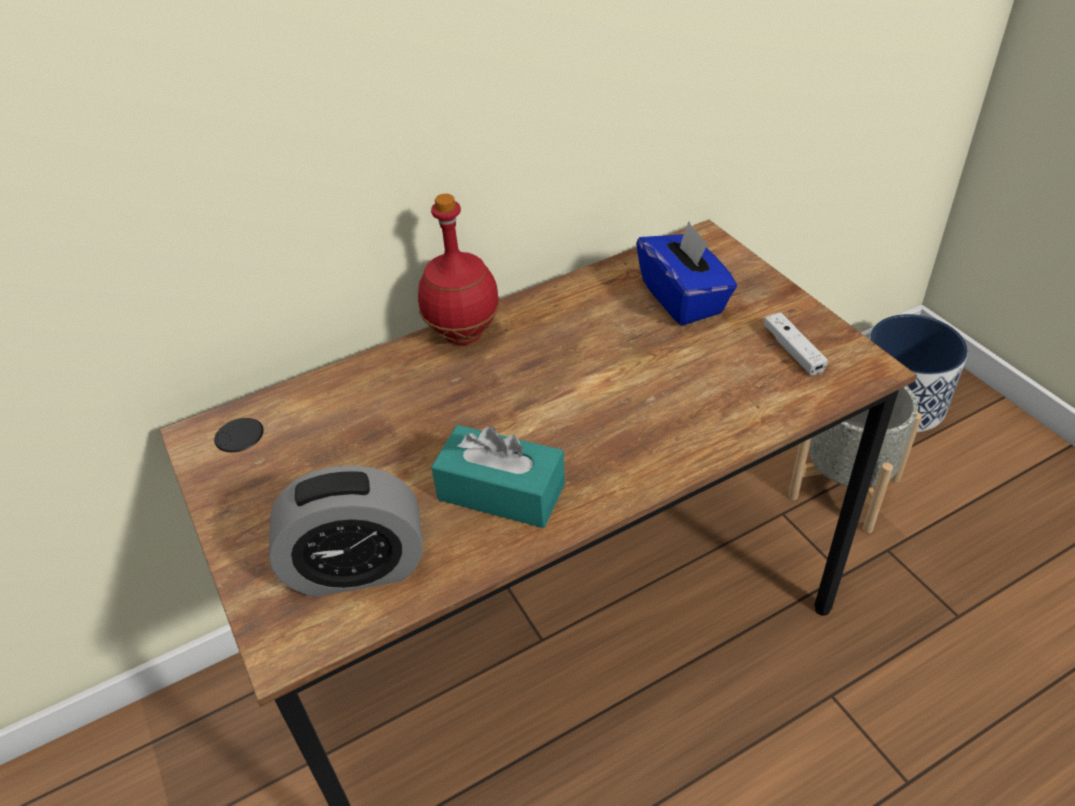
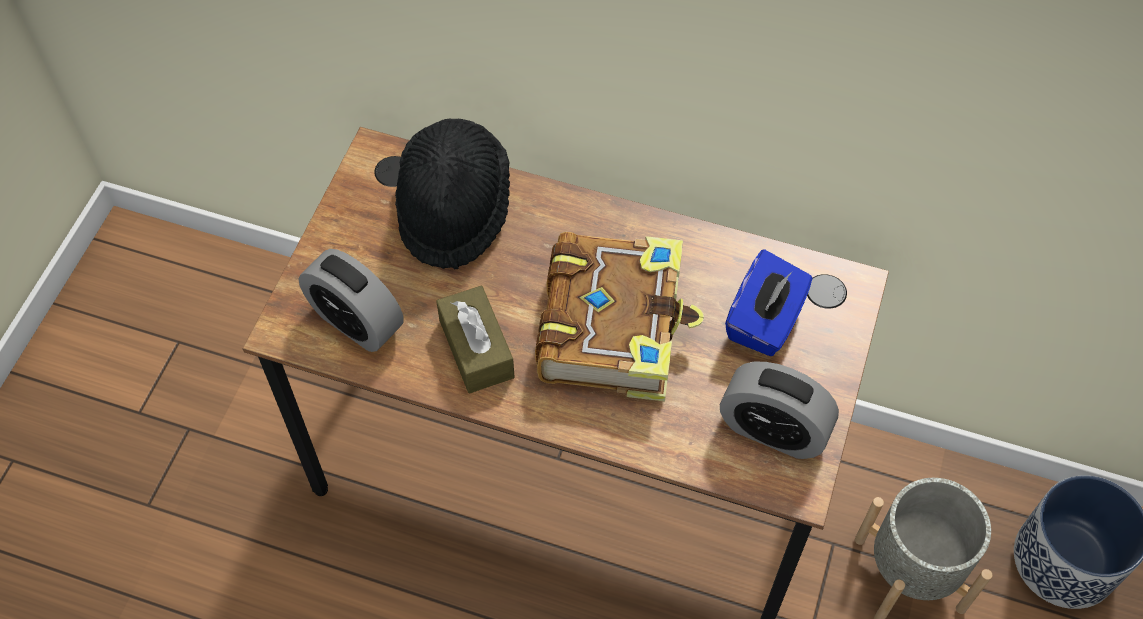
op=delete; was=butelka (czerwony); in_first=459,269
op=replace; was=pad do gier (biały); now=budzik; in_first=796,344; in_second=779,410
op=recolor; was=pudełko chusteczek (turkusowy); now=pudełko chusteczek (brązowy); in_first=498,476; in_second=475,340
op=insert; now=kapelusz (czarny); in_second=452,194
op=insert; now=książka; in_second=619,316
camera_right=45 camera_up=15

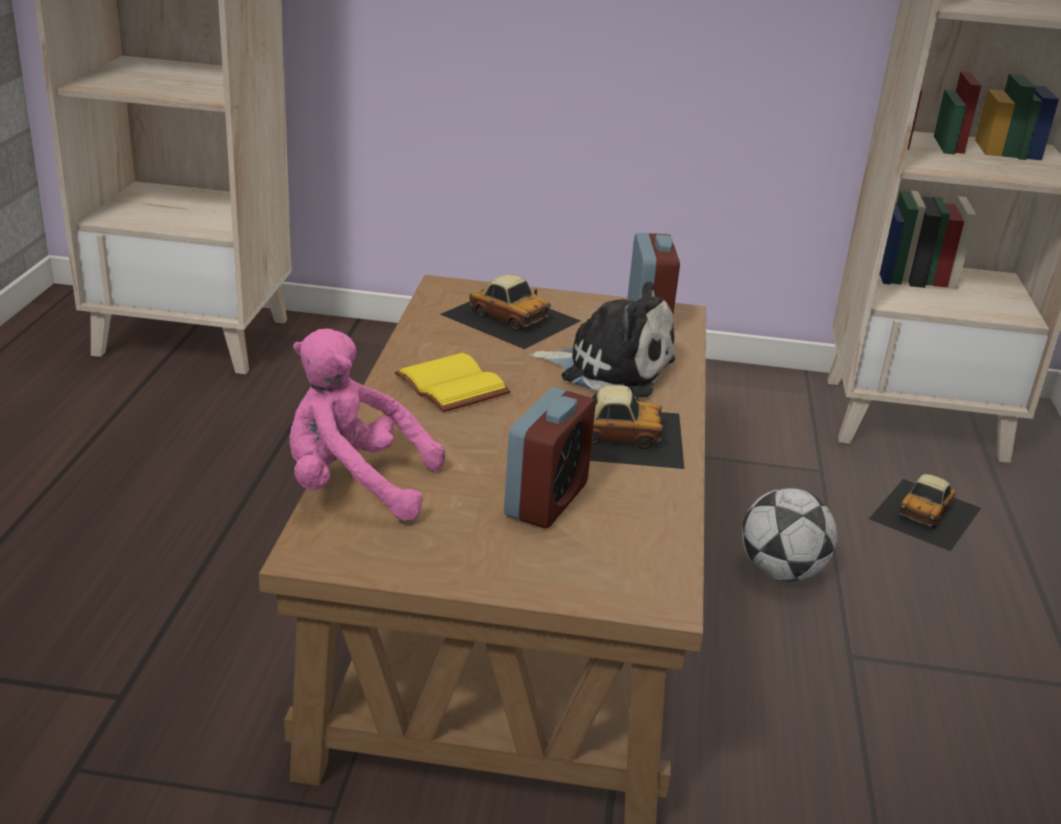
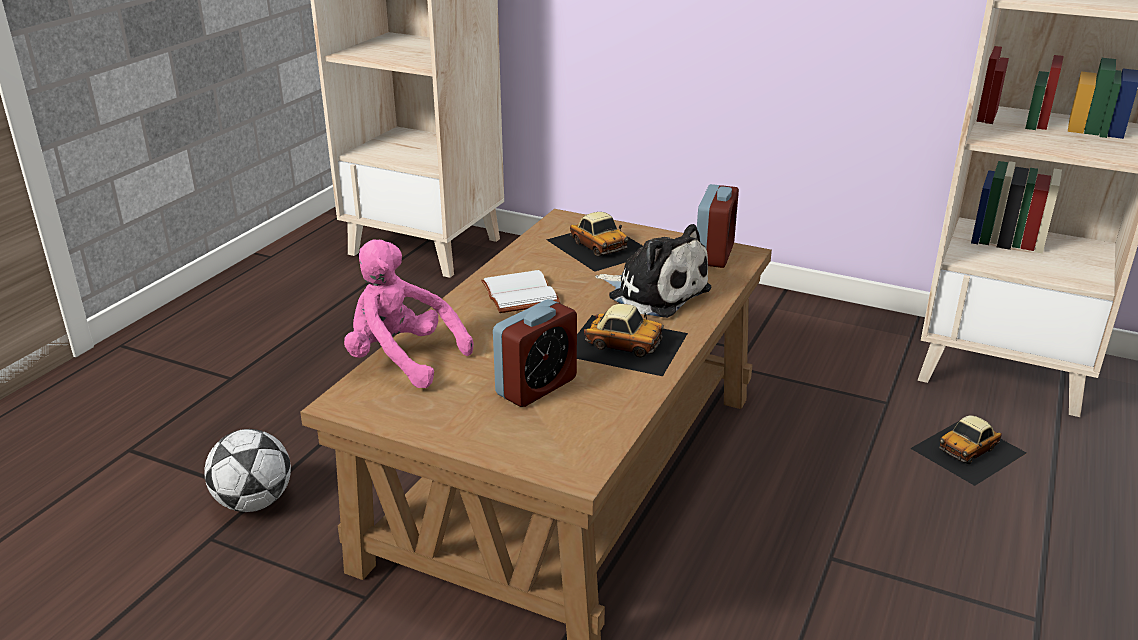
op=recolor; was=książka (żółty); now=książka (biały); in_first=452,382; in_second=521,291
op=move; was=piłka futbolowa; in_first=789,534; in_second=247,470
camera_right=20 camera_up=0

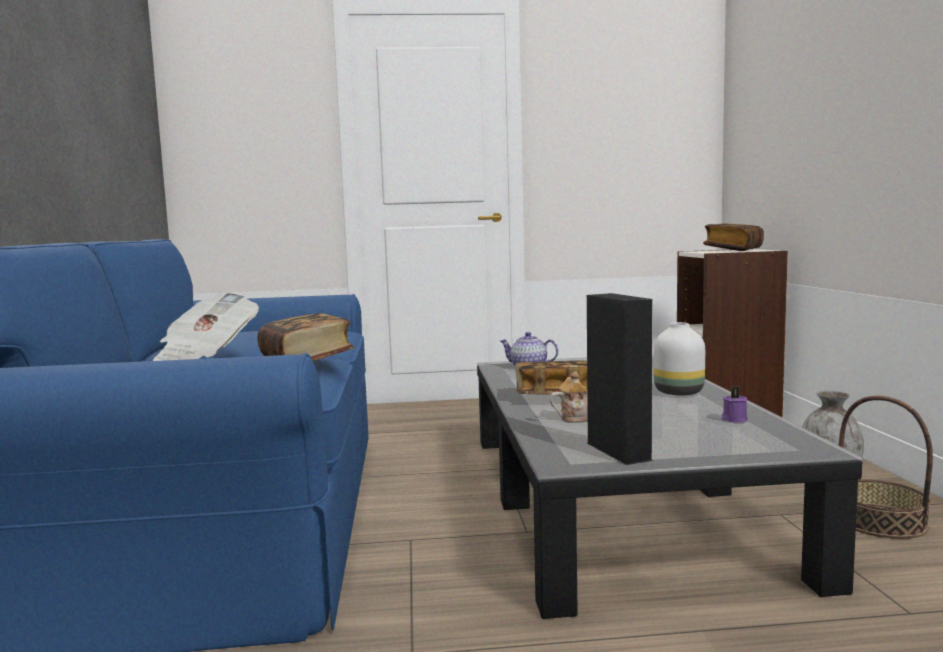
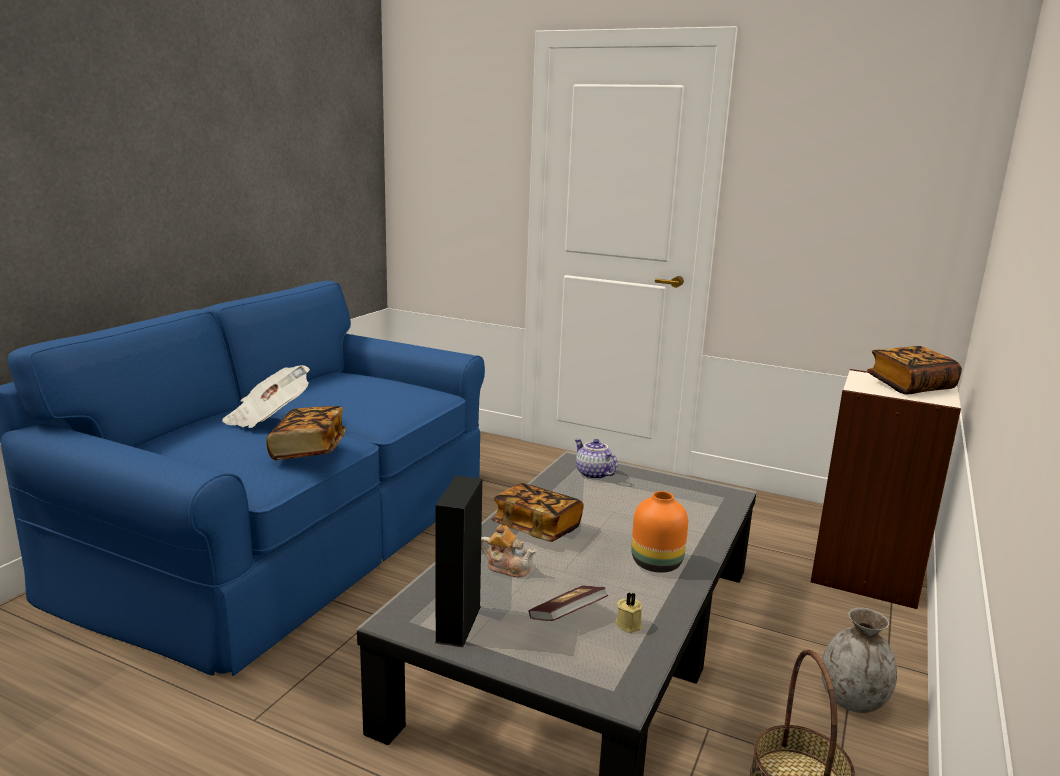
op=recolor; was=wazon (biały); now=wazon (pomarańczowy); in_first=679,358; in_second=659,532
op=recolor; was=świeca (fioletowy); now=świeca (beżowy); in_first=734,404; in_second=629,612
op=insert; now=książka; in_second=568,603
camera_right=30 camera_up=10

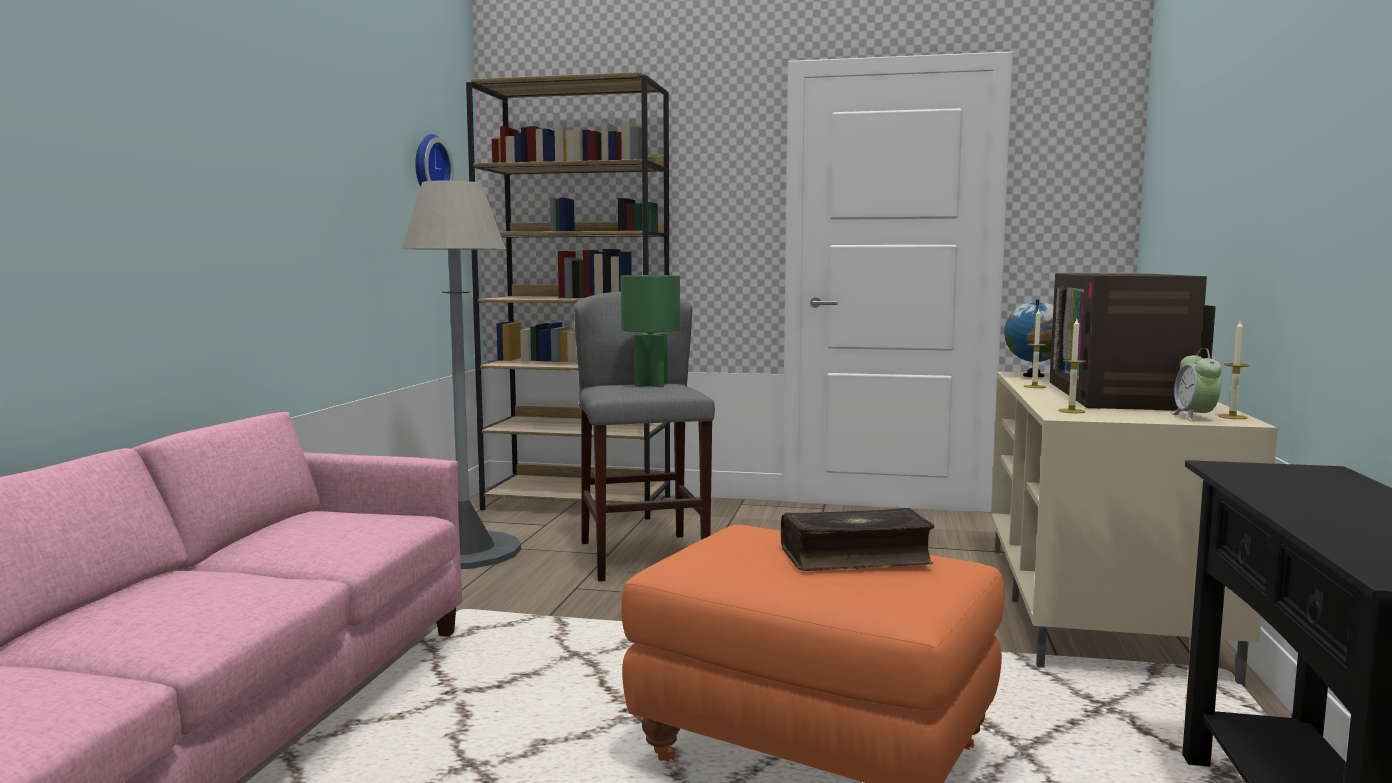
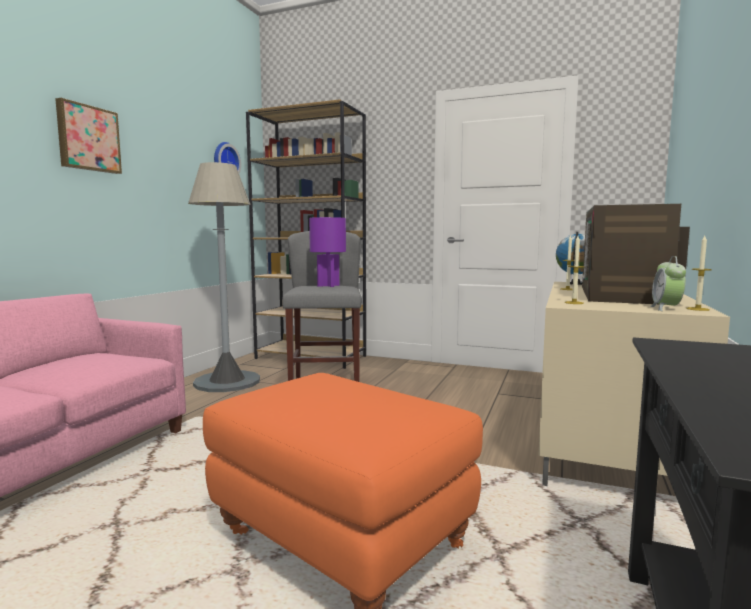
op=recolor; was=lampa stołowa (zielony); now=lampa stołowa (fioletowy); in_first=650,331; in_second=327,252
op=delete; was=książka; in_first=858,539
op=insert; now=obraz; in_second=88,136
camera_right=10 camera_up=0

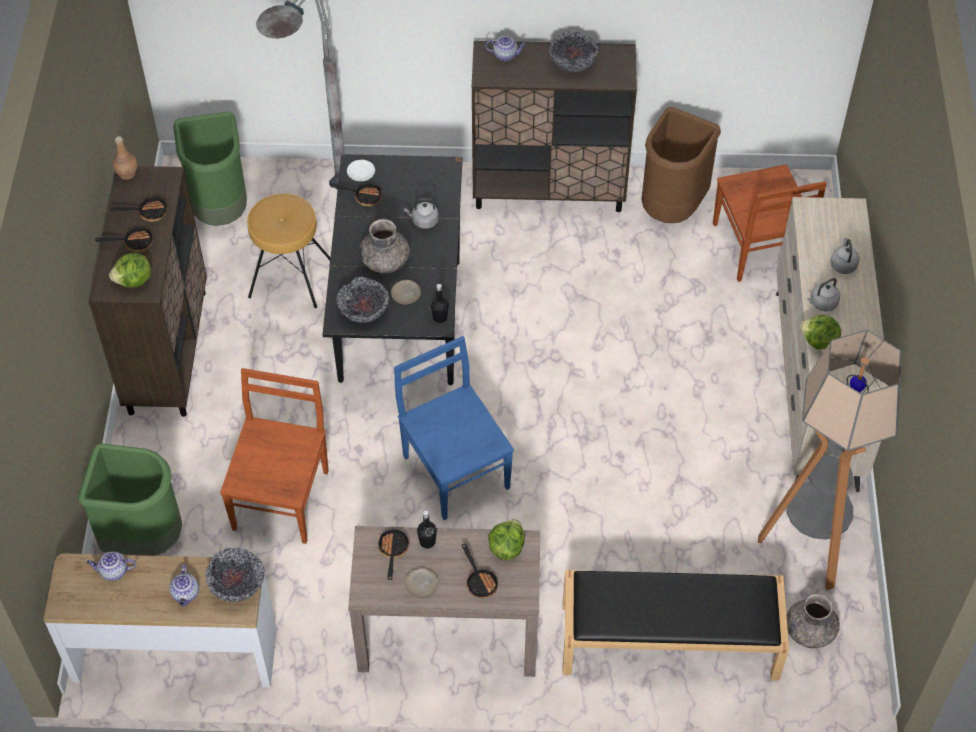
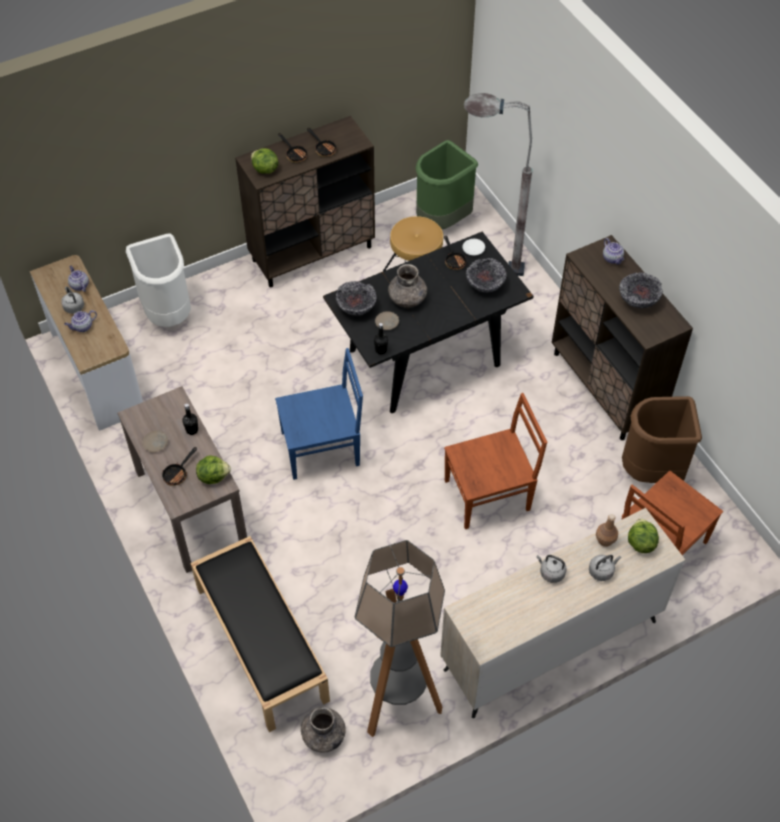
op=move; was=butelka (brązowy); in_first=125,158; in_second=607,530
op=move; was=czajnik (szary); in_first=421,213; in_second=72,300
op=move; was=sałata; in_first=820,332; in_second=643,536
op=rotate; was=krzesło (niebieski); in_first=454,428; in_second=319,414; clockwise=45
op=move; was=krzesło (brązowy); in_first=274,456; in_second=495,461
op=recolor; was=kosz na śmieci (zielony); now=kosz na śmieci (biały); in_first=130,500; in_second=158,280
op=delete; was=patelnia; in_first=393,554
op=move; was=miska; in_first=234,575; in_second=486,275
camera_right=60 camera_up=0

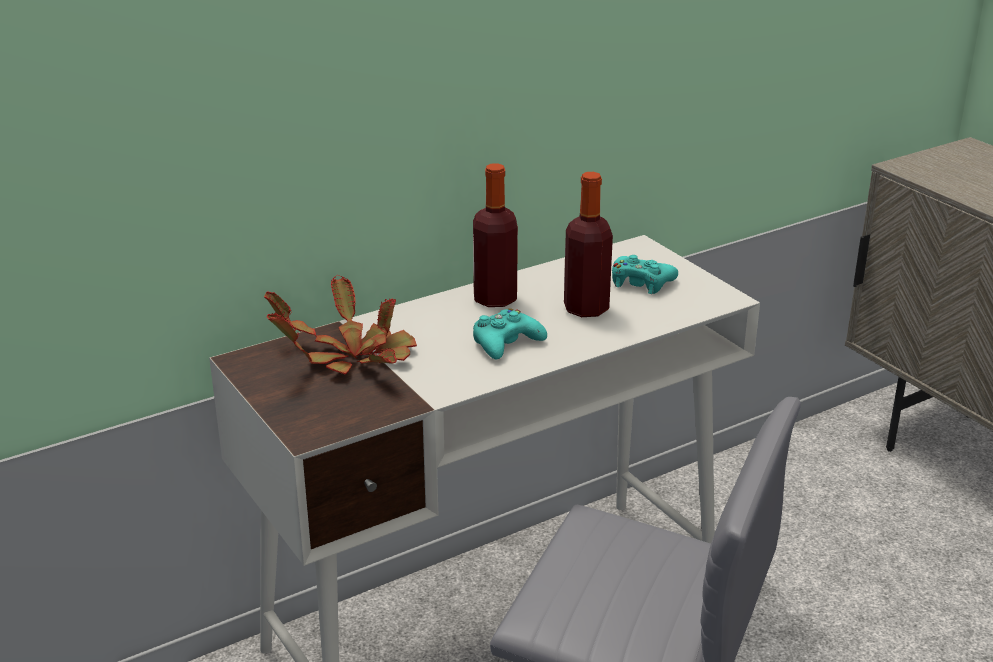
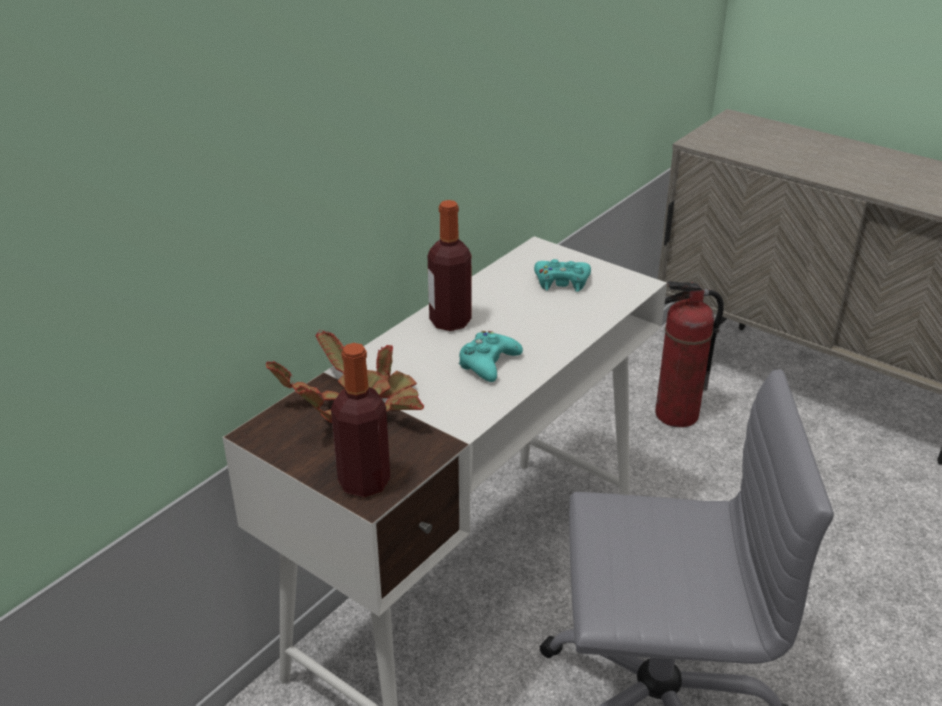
op=move; was=butelka; in_first=588,244; in_second=360,420
op=insert; now=gaśnica; in_second=689,354
camera_right=-20 camera_up=5

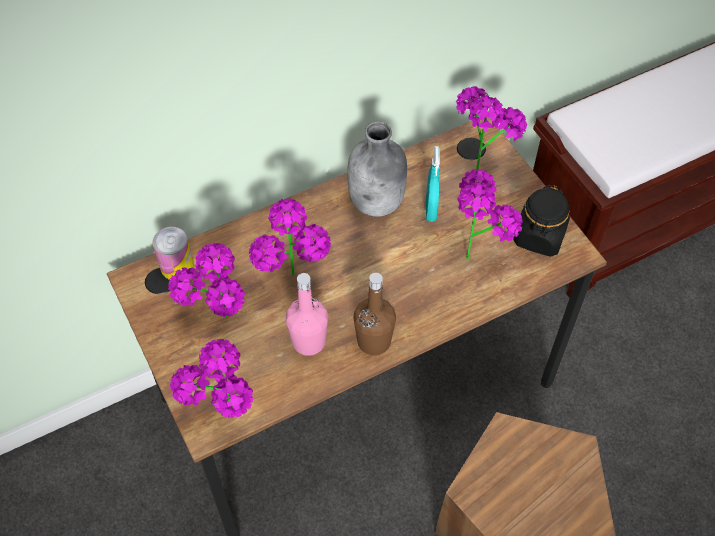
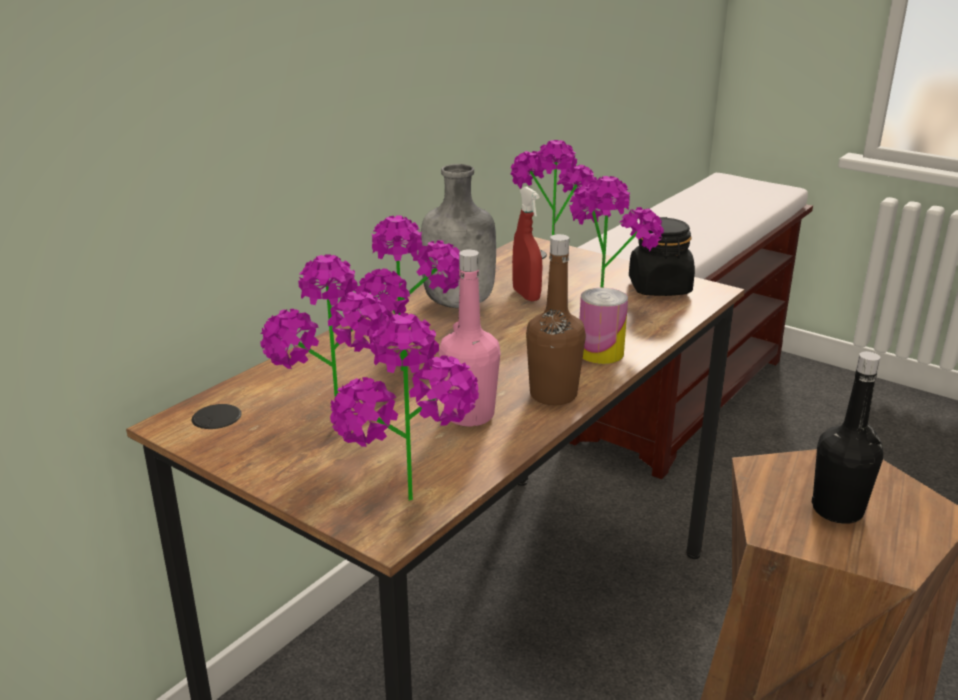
op=recolor; was=spryskiwacz (turkusowy); now=spryskiwacz (czerwony); in_first=433,184; in_second=527,243
op=move; was=puszka; in_first=173,253; in_second=604,326
op=insert; now=butelka (czarny); in_second=847,437
camera_right=-25 camera_up=-30

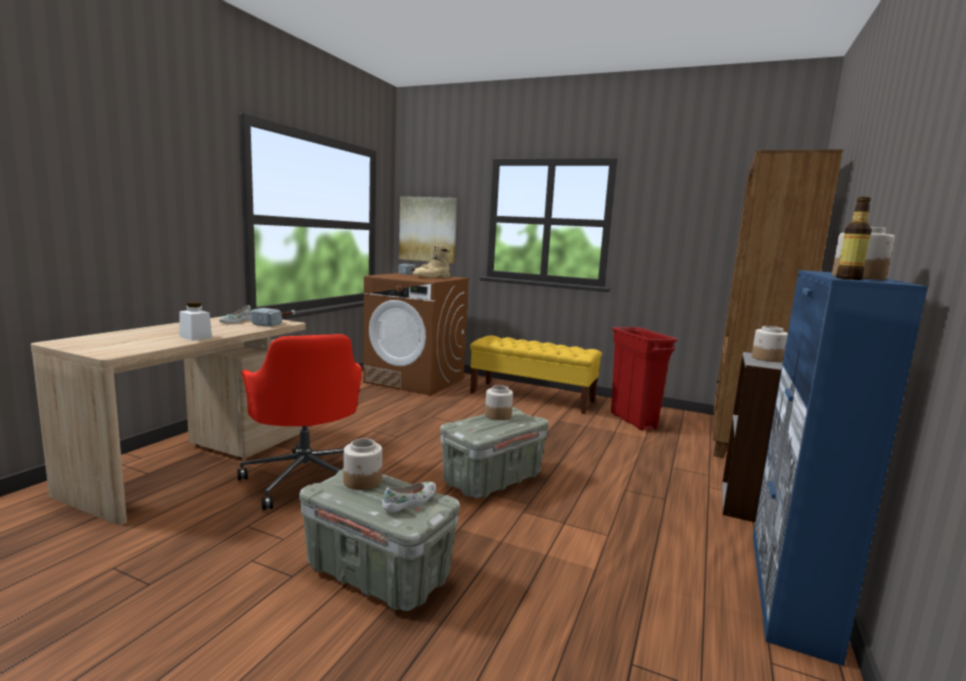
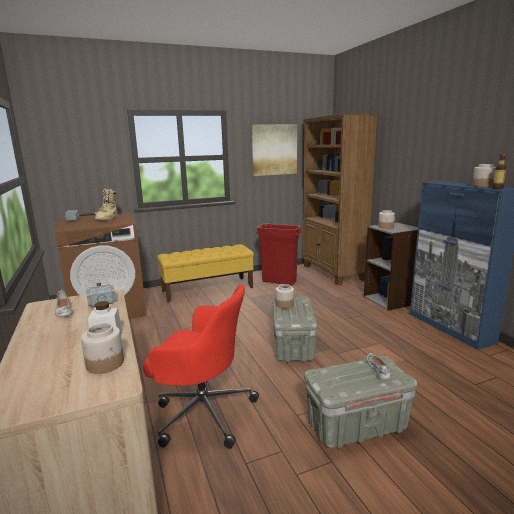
op=move; was=obraz; in_first=428,229; in_second=274,150
op=move; was=słoik; in_first=362,464; in_second=102,348
camera_right=-45 camera_up=5

